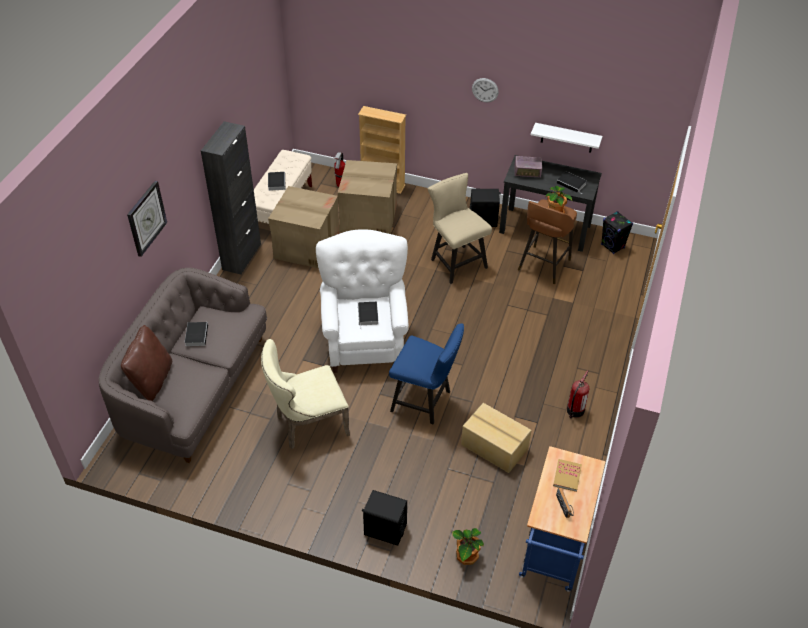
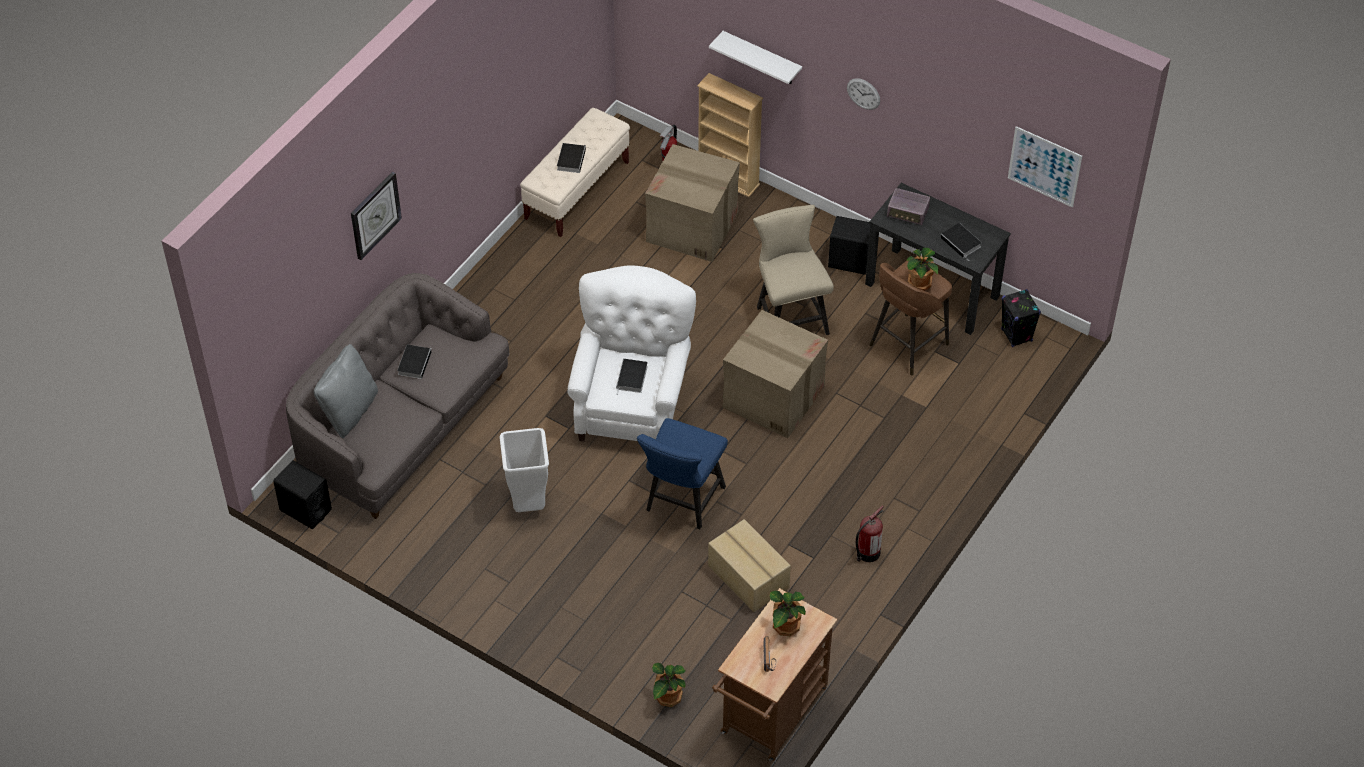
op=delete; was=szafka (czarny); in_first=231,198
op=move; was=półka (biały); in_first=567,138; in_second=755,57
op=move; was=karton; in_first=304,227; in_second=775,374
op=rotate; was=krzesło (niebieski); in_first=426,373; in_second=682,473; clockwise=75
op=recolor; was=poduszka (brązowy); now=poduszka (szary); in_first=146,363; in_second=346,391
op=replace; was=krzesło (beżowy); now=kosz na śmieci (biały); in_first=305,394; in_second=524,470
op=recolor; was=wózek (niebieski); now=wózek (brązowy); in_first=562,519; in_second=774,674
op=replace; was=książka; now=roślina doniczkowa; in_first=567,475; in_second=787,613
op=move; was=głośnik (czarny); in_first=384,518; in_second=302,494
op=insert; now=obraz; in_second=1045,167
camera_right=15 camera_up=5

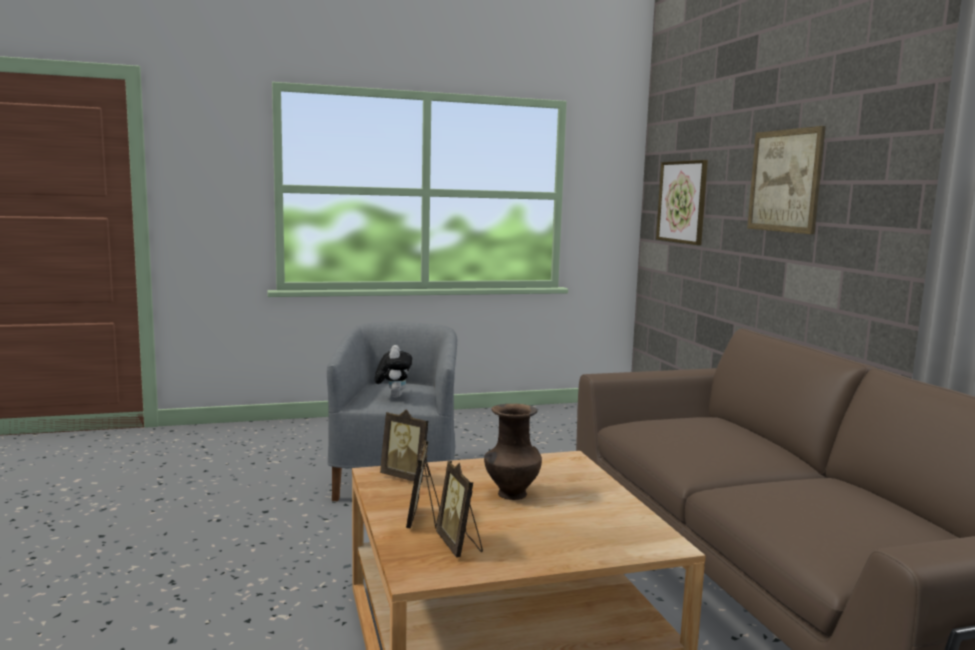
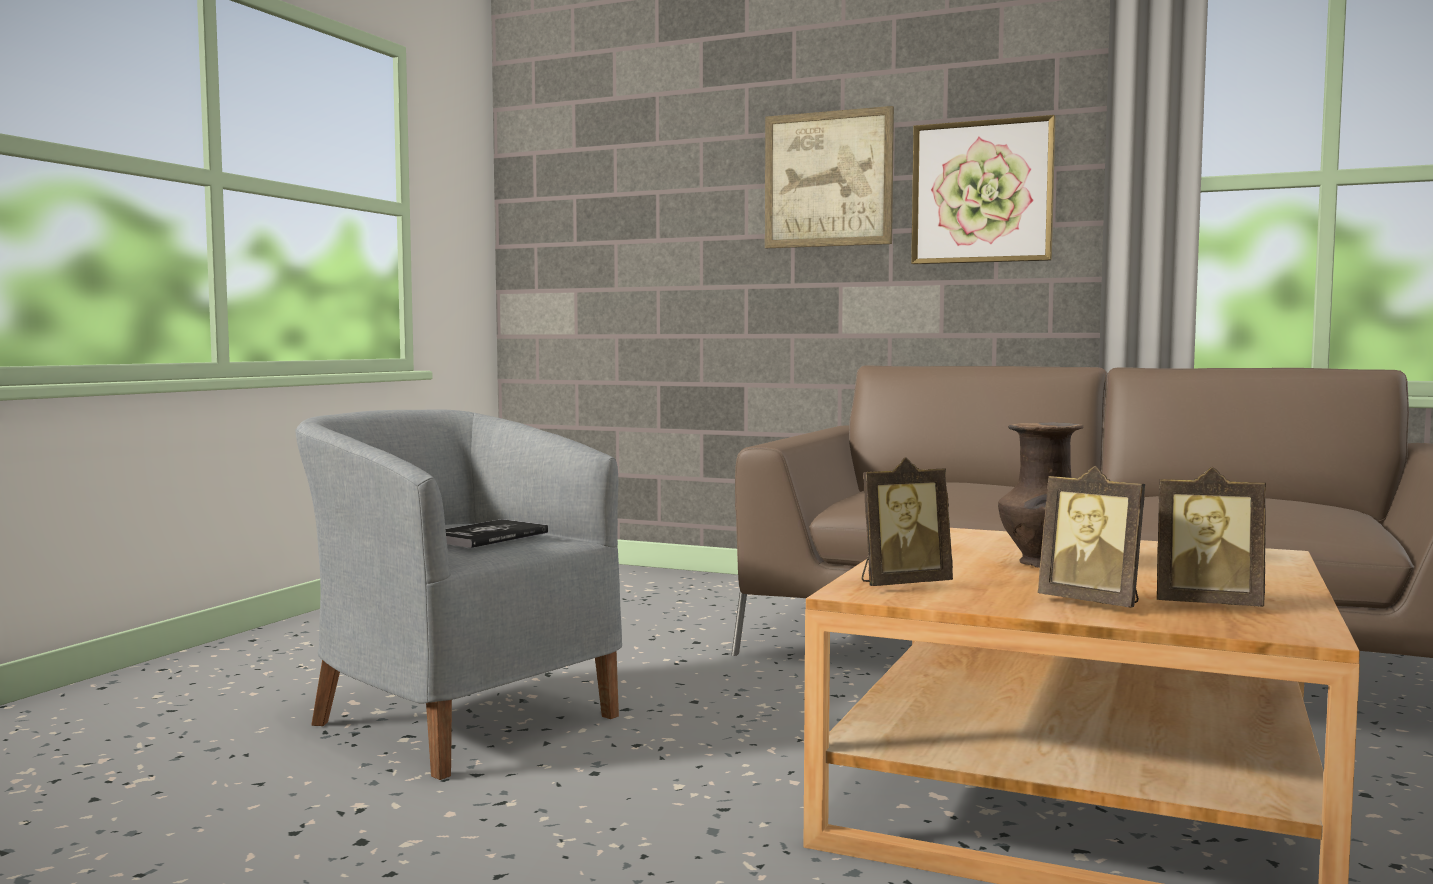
op=move; was=obraz; in_first=682,202; in_second=983,189
op=replace; was=pluszak; now=książka; in_first=393,371; in_second=496,533
camera_right=-50 camera_up=-5

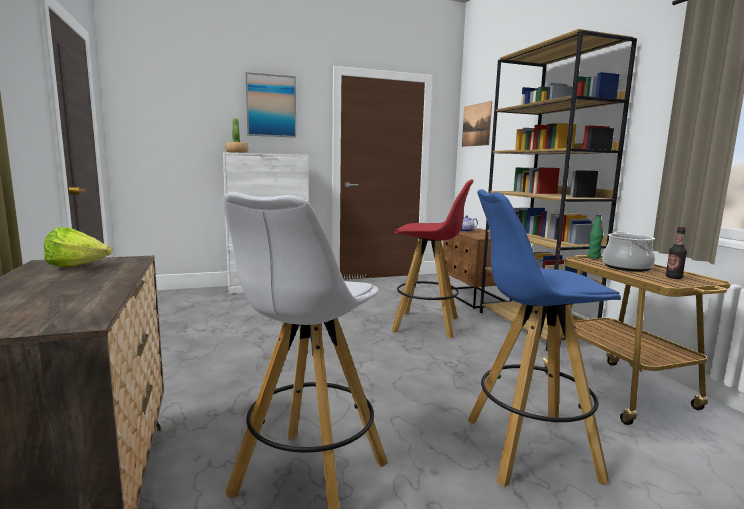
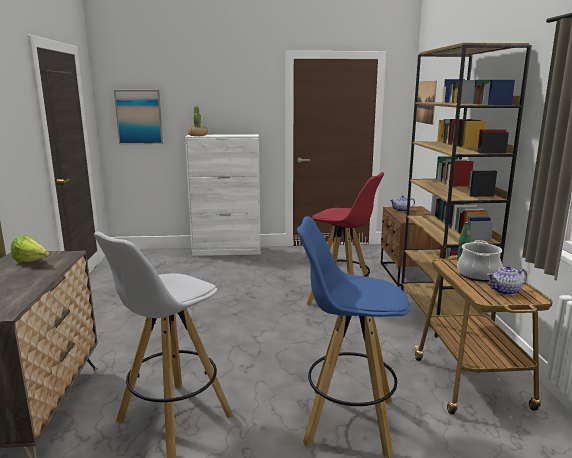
op=move; was=obraz; in_first=271,105; in_second=138,117
op=replace; was=butelka; now=imbryk; in_first=676,253; in_second=507,280
camera_right=15 camera_up=5

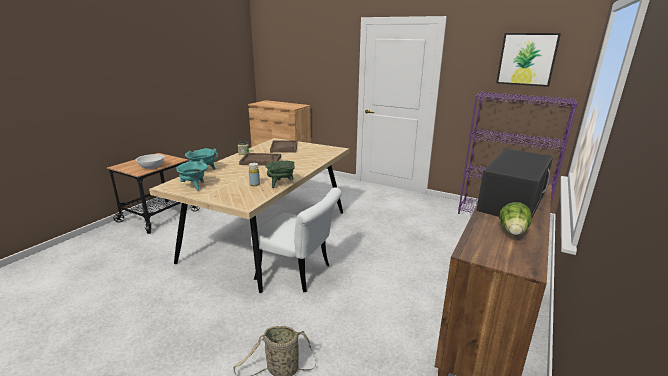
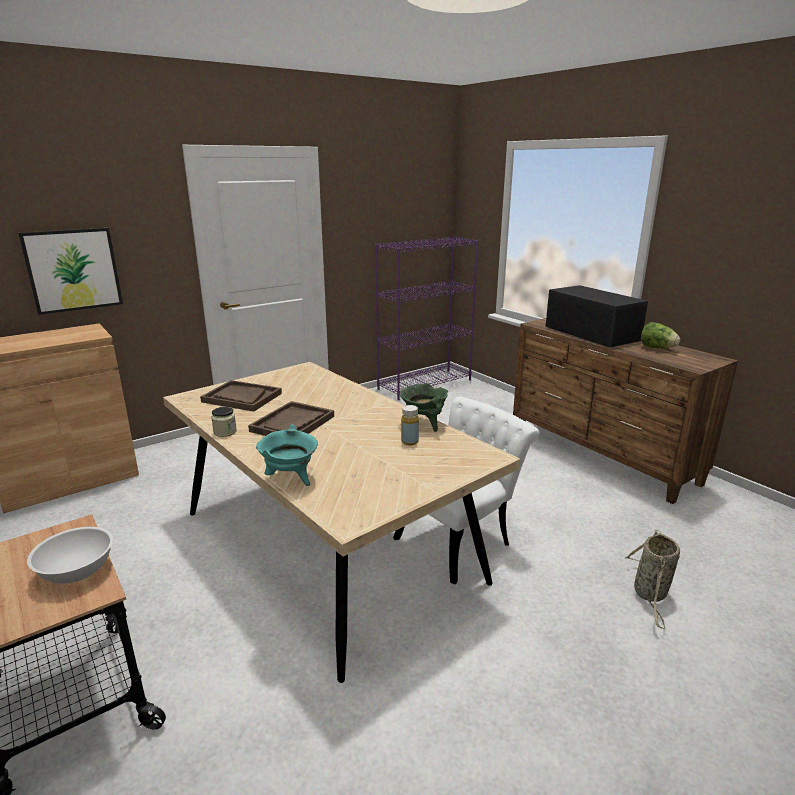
op=move; was=obraz; in_first=528,60; in_second=71,271
op=delete; was=garnek (turkusowy); in_first=192,174
camera_right=-65 camera_up=0

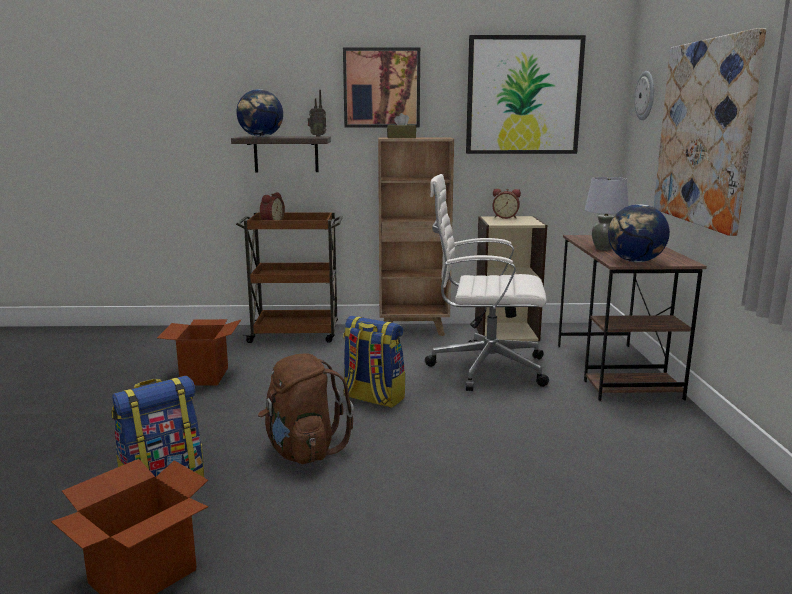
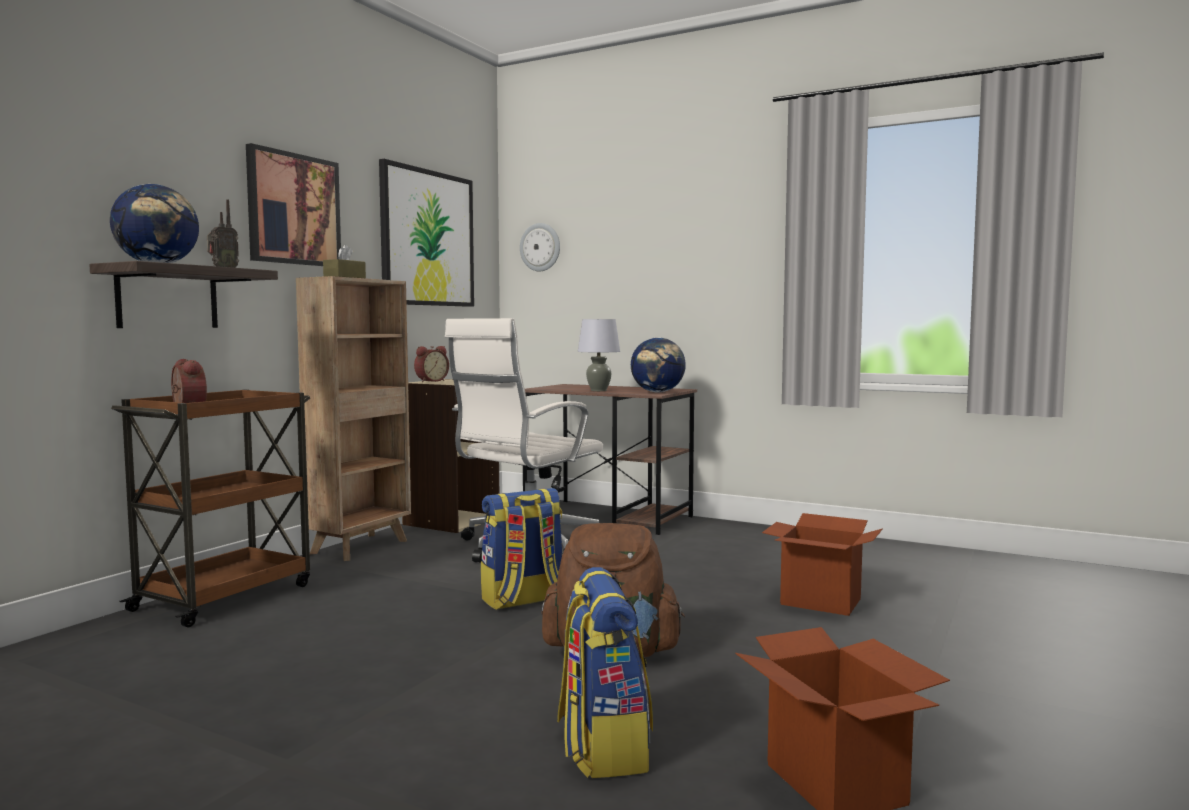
op=delete; was=obraz; in_first=710,132
op=move; was=karton; in_first=199,352; in_second=822,564
camera_right=-60 camera_up=-10

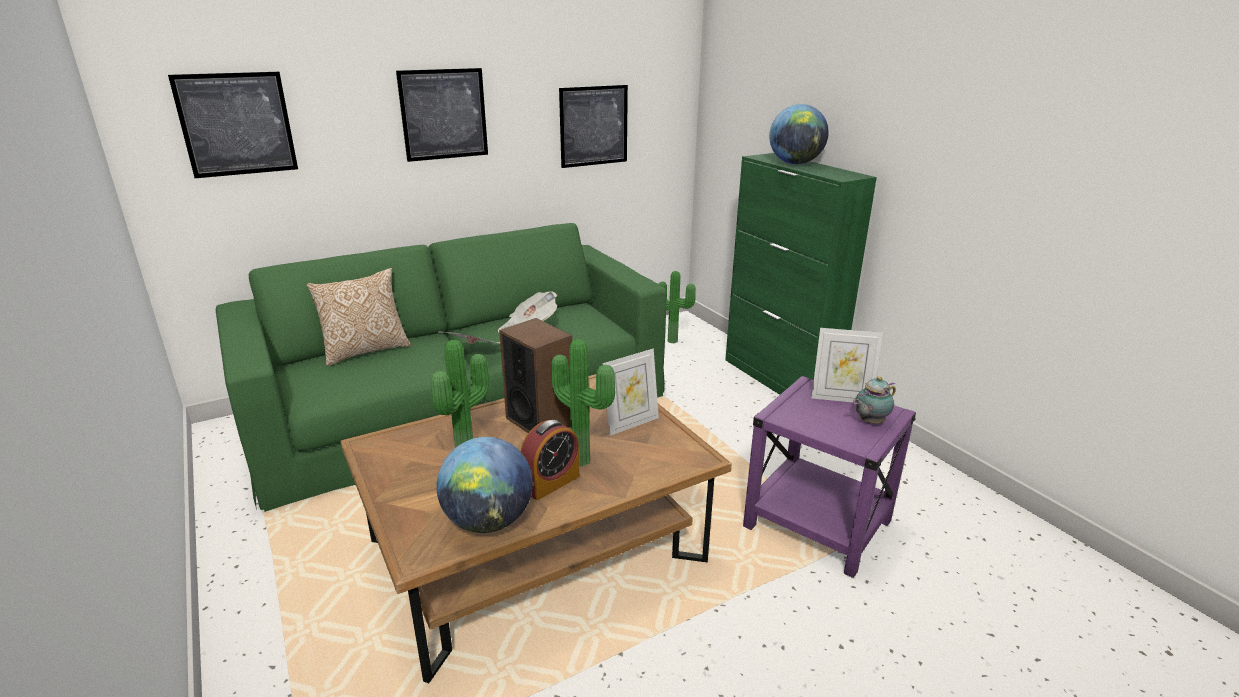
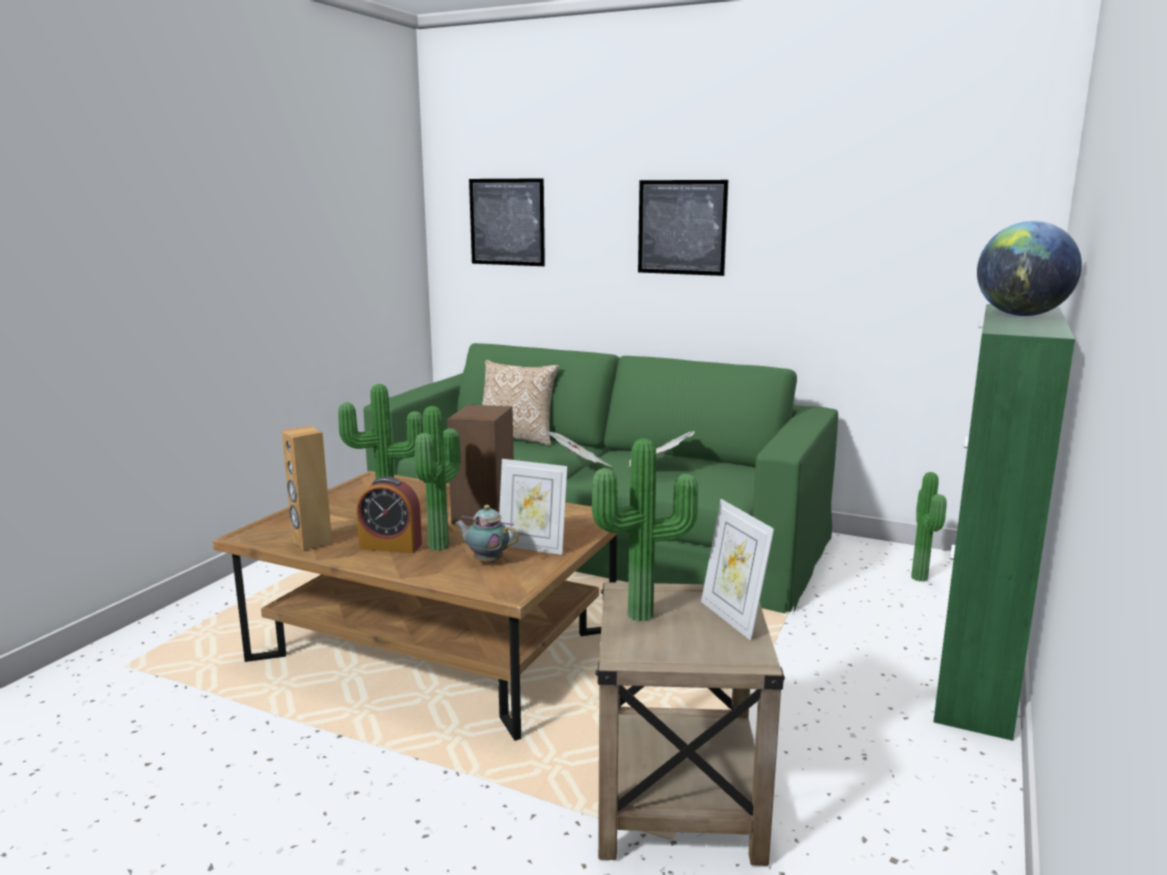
op=delete; was=obraz; in_first=593,126
op=recolor; was=stolik (fioletowy); now=stolik (beżowy); in_first=829,477; in_second=690,724
op=move; was=imbryk; in_first=874,399; in_second=487,534
op=replace; was=globus; now=głośnik (brązowy); in_first=484,485; in_second=307,488
op=insert; now=roślina doniczkowa; in_second=645,529
camera_right=55 camera_up=-10

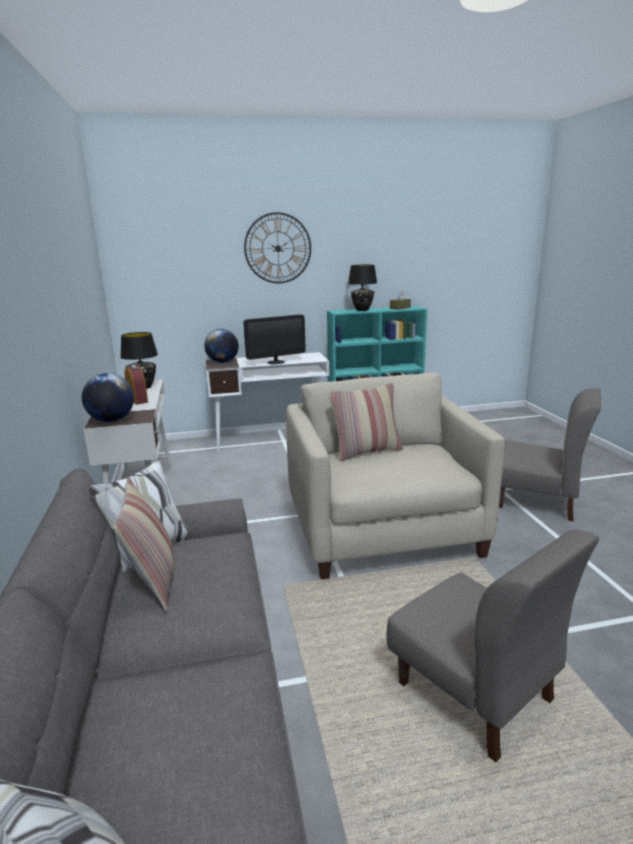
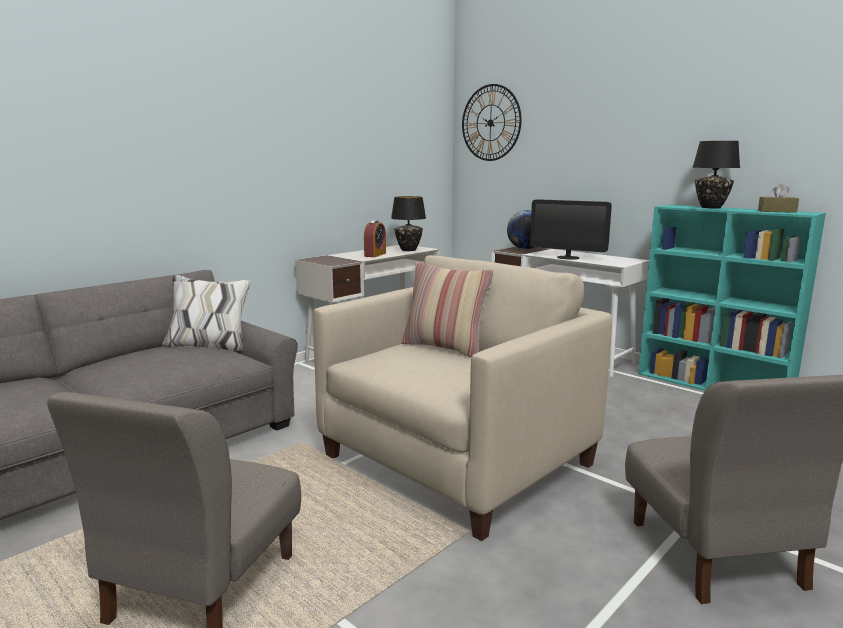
op=move; was=zegar ścienny; in_first=277,247; in_second=492,122
op=delete; was=globus; in_first=108,397
op=delete; was=poduszka; in_first=143,544
camera_right=55 camera_up=-5

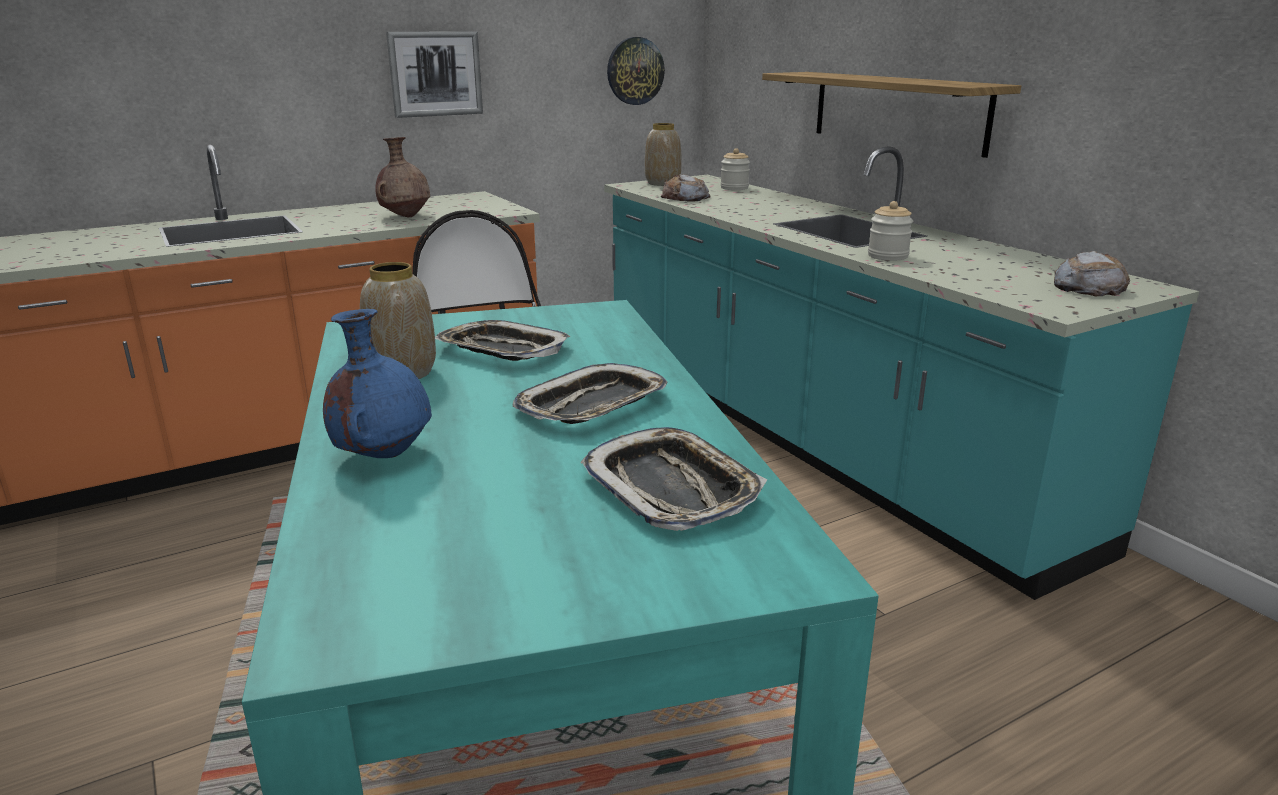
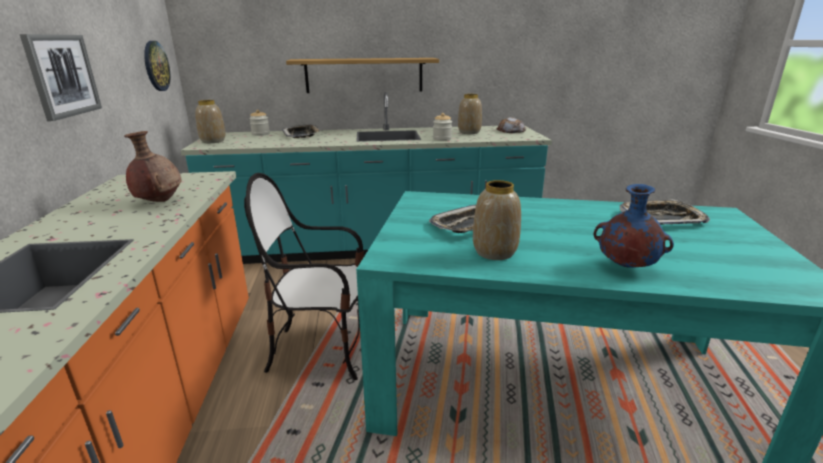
op=delete; was=chleb; in_first=685,187
op=move; was=taca; in_first=590,393; in_second=301,131
op=insert; now=wazon; in_second=470,114
camera_right=-65 camera_up=0

